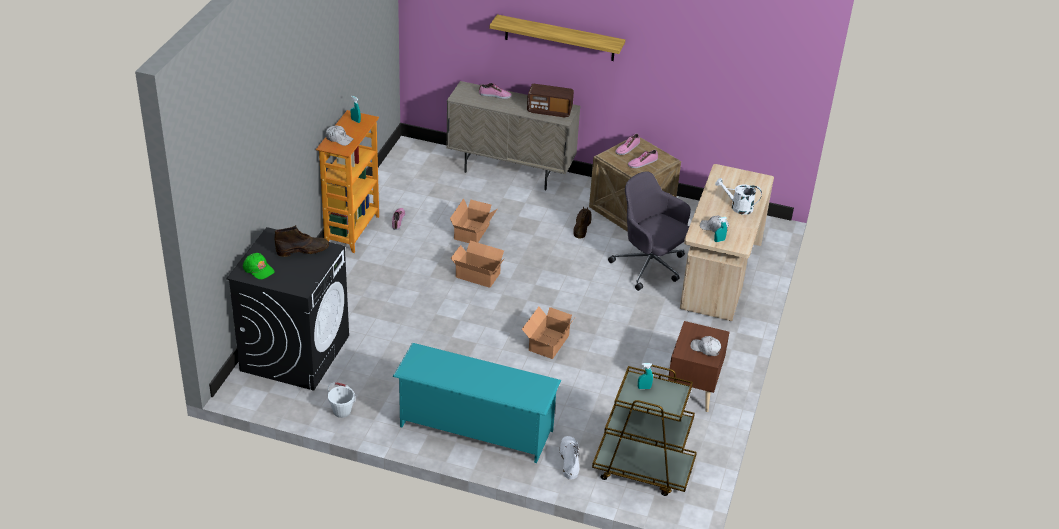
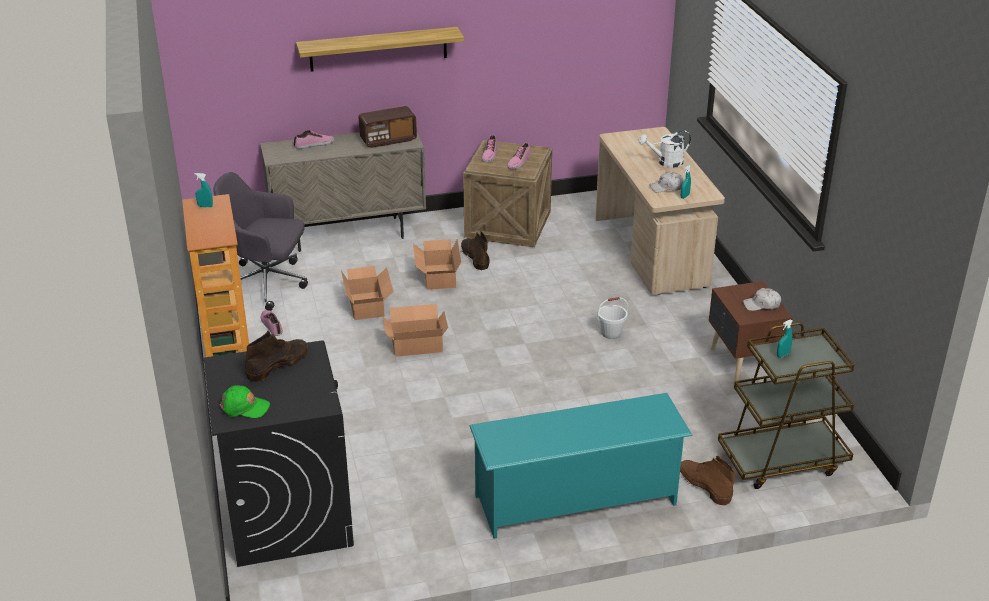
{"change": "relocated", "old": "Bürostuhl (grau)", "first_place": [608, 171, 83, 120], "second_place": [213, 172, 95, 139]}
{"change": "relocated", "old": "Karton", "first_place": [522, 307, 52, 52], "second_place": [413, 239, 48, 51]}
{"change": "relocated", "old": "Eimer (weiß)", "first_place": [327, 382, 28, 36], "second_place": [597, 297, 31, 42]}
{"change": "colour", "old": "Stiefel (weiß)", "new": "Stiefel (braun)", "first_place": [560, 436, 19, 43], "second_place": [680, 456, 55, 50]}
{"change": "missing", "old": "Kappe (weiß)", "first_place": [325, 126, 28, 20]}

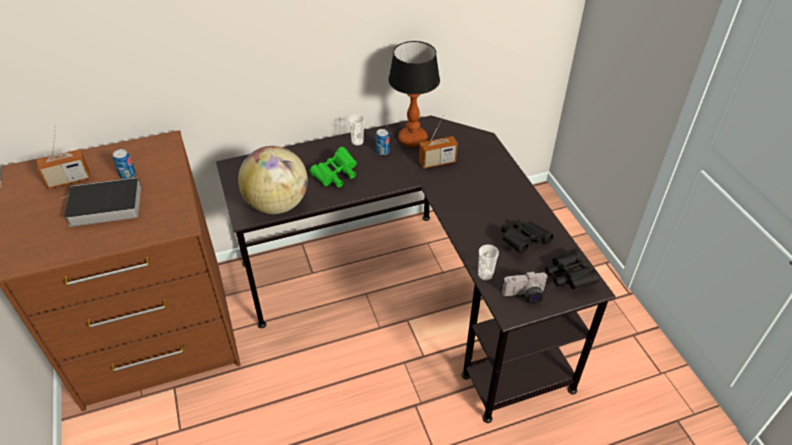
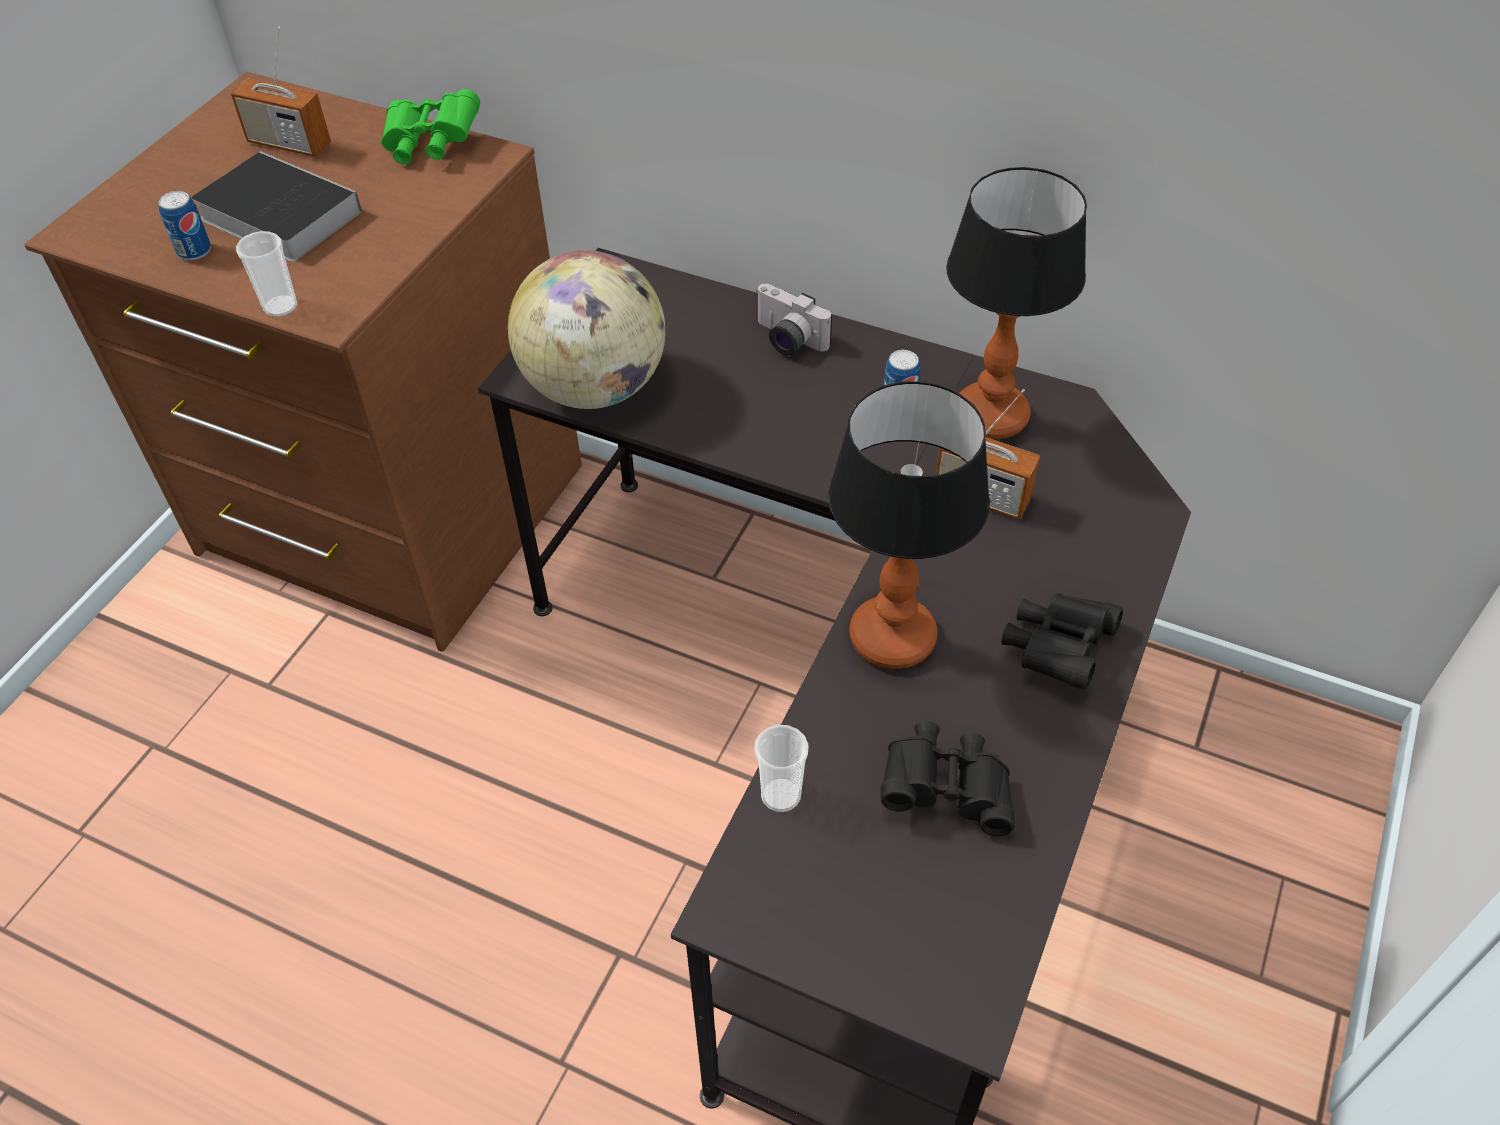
{"change": "relocated", "old": "Dose", "first_place": [113, 149, 23, 30], "second_place": [159, 191, 52, 69]}
{"change": "relocated", "old": "Tasse", "first_place": [348, 114, 17, 32], "second_place": [236, 231, 61, 86]}
{"change": "relocated", "old": "Fernglas (grün)", "first_place": [310, 147, 47, 41], "second_place": [381, 89, 99, 76]}
{"change": "relocated", "old": "Kamera", "first_place": [502, 271, 45, 33], "second_place": [757, 284, 75, 71]}
{"change": "appeared", "new": "Tischlampe", "second_place": [828, 381, 162, 288]}
{"change": "relocated", "old": "Fernglas (schwarz)", "first_place": [545, 249, 55, 40], "second_place": [1001, 593, 122, 97]}

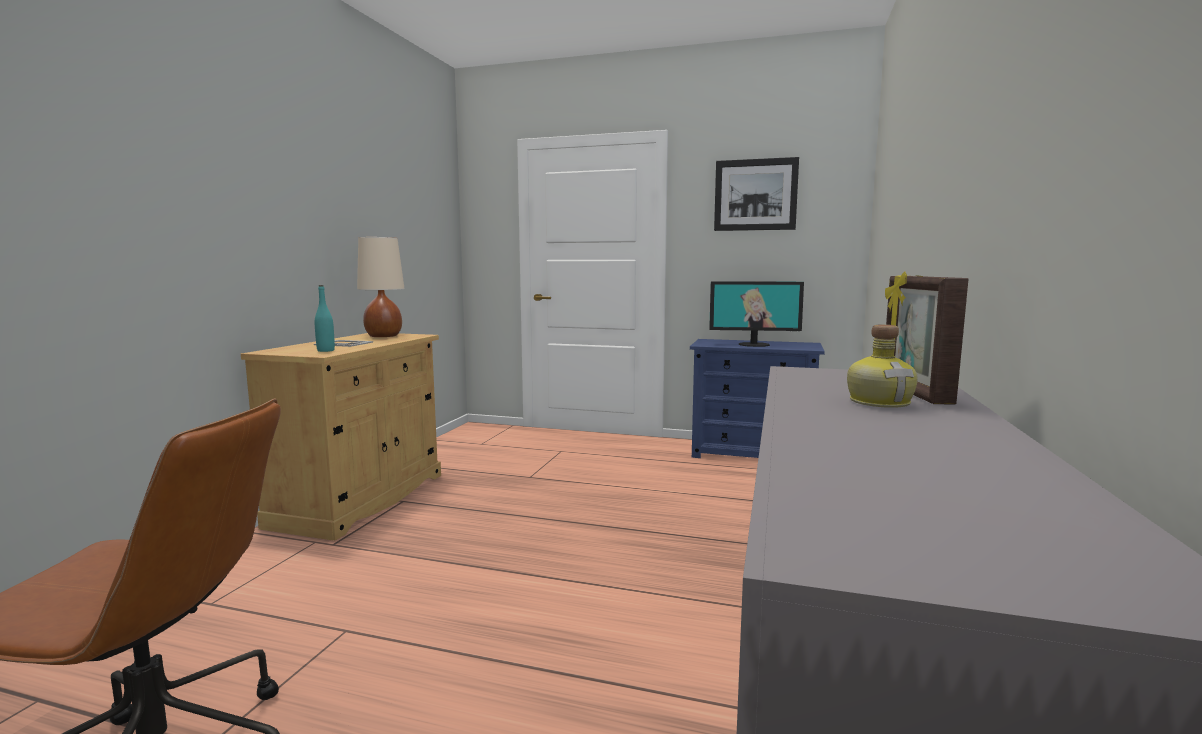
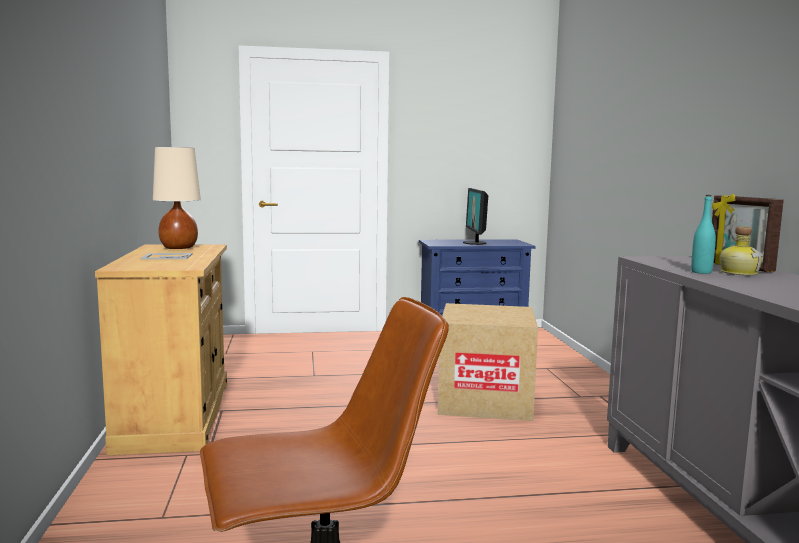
{"change": "appeared", "new": "Karton", "second_place": [438, 303, 100, 118]}
{"change": "spun", "old": "Monitor", "first_place": [709, 281, 95, 66], "second_place": [463, 188, 25, 57], "degrees": 105}
{"change": "relocated", "old": "Flasche (türkis)", "first_place": [315, 285, 20, 67], "second_place": [691, 195, 25, 79]}
{"change": "missing", "old": "Bild", "first_place": [714, 157, 85, 74]}

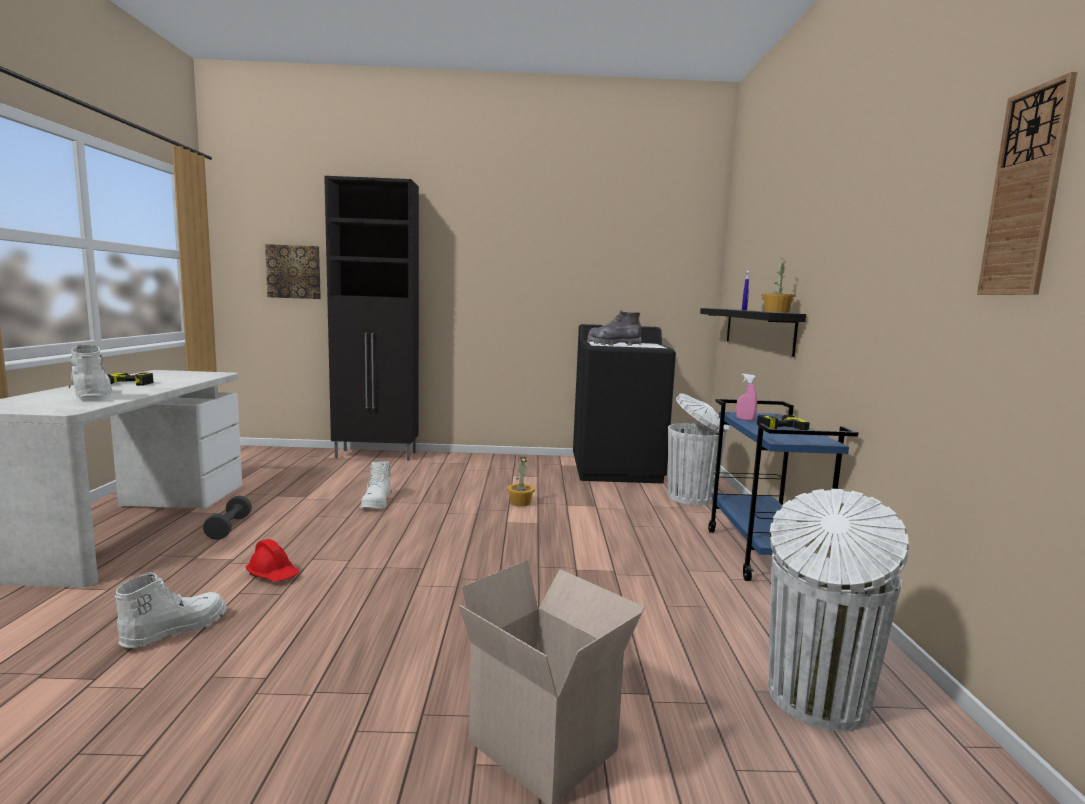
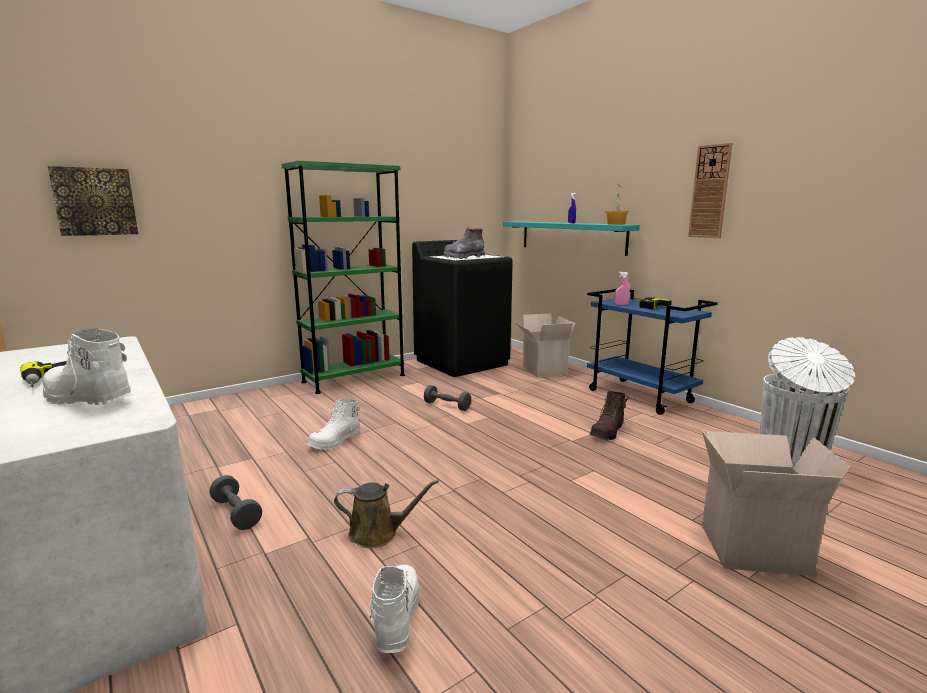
{"change": "appeared", "new": "Bücherregal (grün)", "second_place": [281, 161, 124, 233]}
{"change": "spun", "old": "Stiefel (weiß)", "first_place": [360, 461, 32, 48], "second_place": [307, 399, 53, 51], "degrees": 75}
{"change": "exchanged", "old": "Schutzhelm (rot)", "new": "Gießkanne (braun)", "first_place": [246, 539, 54, 43], "second_place": [334, 479, 105, 69]}
{"change": "exchanged", "old": "Topfpflanze", "new": "Hantel (grau)", "first_place": [507, 457, 28, 50], "second_place": [424, 385, 47, 26]}
{"change": "colour", "old": "Wandregal (schwarz)", "new": "Wandregal (türkis)", "first_place": [700, 308, 106, 49], "second_place": [503, 221, 137, 35]}
{"change": "exchanged", "old": "Mülleimer (weiß)", "new": "Karton", "first_place": [668, 393, 62, 112], "second_place": [515, 313, 60, 65]}
{"change": "appeared", "new": "Stiefel (braun)", "second_place": [590, 391, 37, 49]}
{"change": "relocated", "old": "Wanduhr", "first_place": [977, 72, 101, 223], "second_place": [688, 143, 44, 95]}
{"change": "missing", "old": "Schrank (schwarz)", "first_place": [324, 176, 95, 285]}

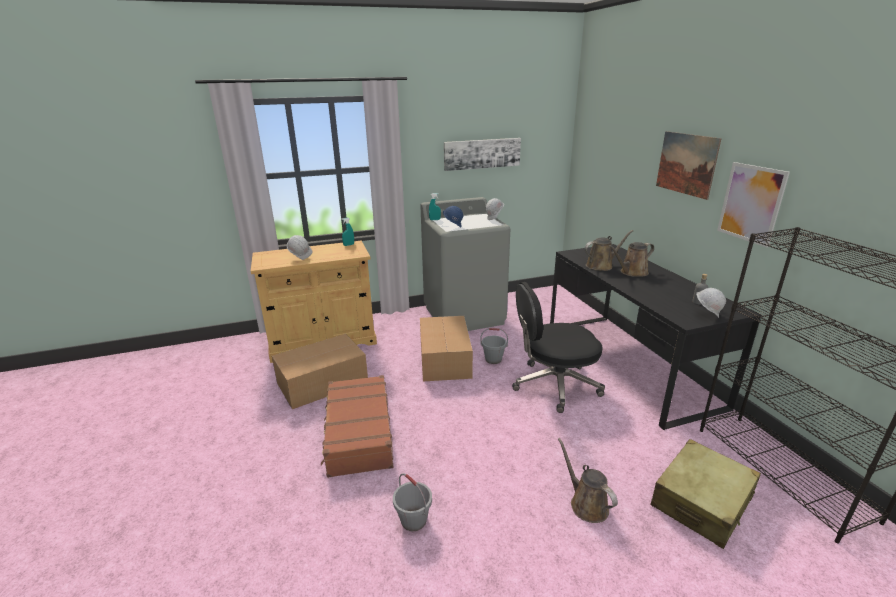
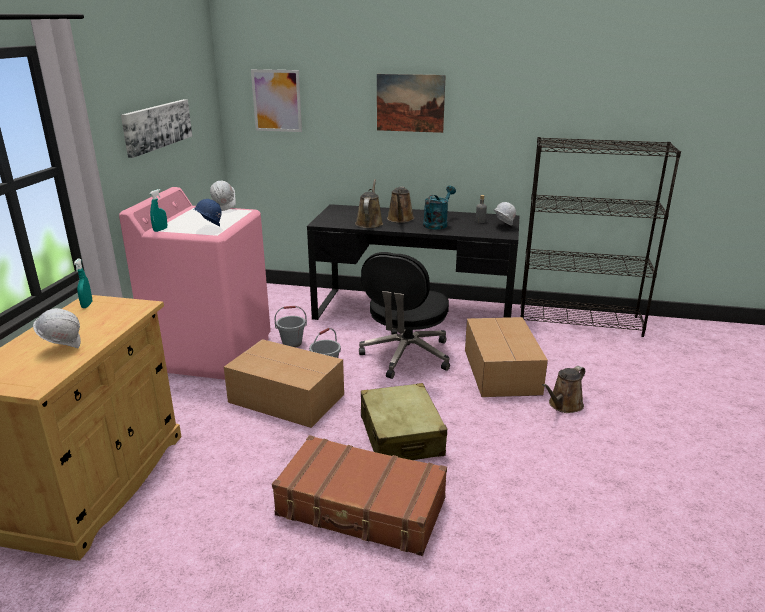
{"change": "colour", "old": "Waschmaschine (grau)", "new": "Waschmaschine (rosa)", "first_place": [420, 197, 90, 134], "second_place": [119, 187, 152, 193]}
{"change": "relocated", "old": "Bild", "first_place": [717, 162, 73, 85], "second_place": [251, 69, 51, 63]}
{"change": "relocated", "old": "Eimer (grau)", "first_place": [393, 473, 39, 58], "second_place": [274, 306, 33, 41]}
{"change": "relocated", "old": "Koffer (beige)", "first_place": [650, 439, 111, 110], "second_place": [361, 383, 87, 77]}
{"change": "appeared", "new": "Gießkanne (türkis)", "second_place": [423, 186, 33, 43]}
{"change": "relocated", "old": "Karton", "first_place": [272, 334, 96, 75], "second_place": [465, 317, 83, 80]}
{"change": "spun", "old": "Gießkanne (braun)", "first_place": [558, 438, 60, 85], "second_place": [542, 366, 43, 47], "degrees": -45}

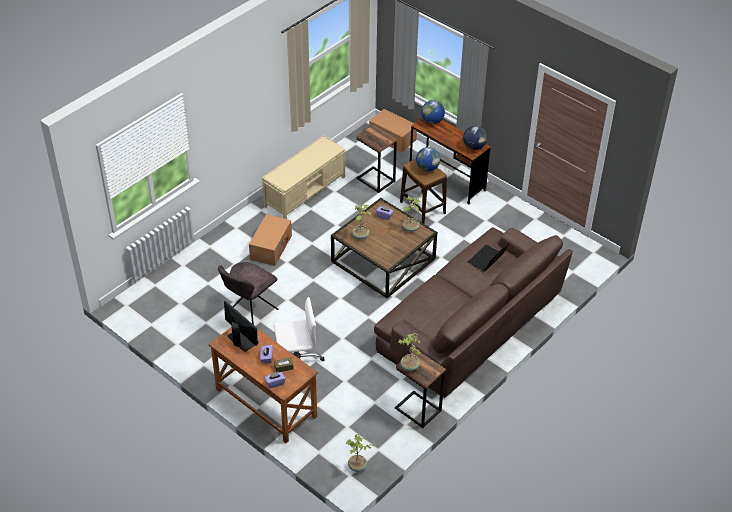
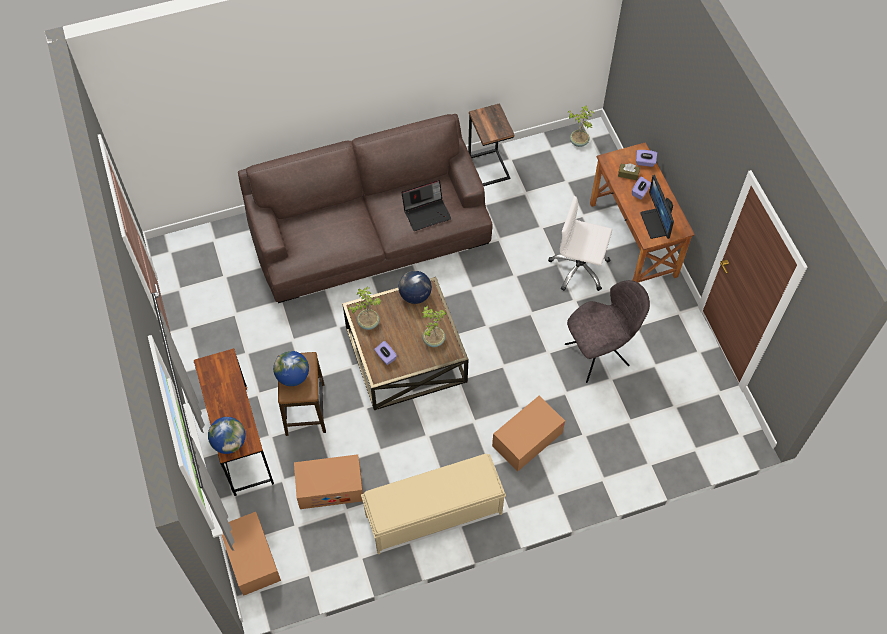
{"change": "exchanged", "old": "Beistelltisch", "new": "Karton", "first_place": [356, 125, 41, 68], "second_place": [294, 454, 69, 55]}
{"change": "relocated", "old": "Globus", "first_place": [463, 126, 24, 24], "second_place": [399, 271, 33, 33]}
{"change": "relocated", "old": "Laptop", "first_place": [468, 242, 41, 29], "second_place": [401, 180, 50, 51]}
{"change": "missing", "old": "Topfpflanze", "first_place": [398, 333, 22, 38]}

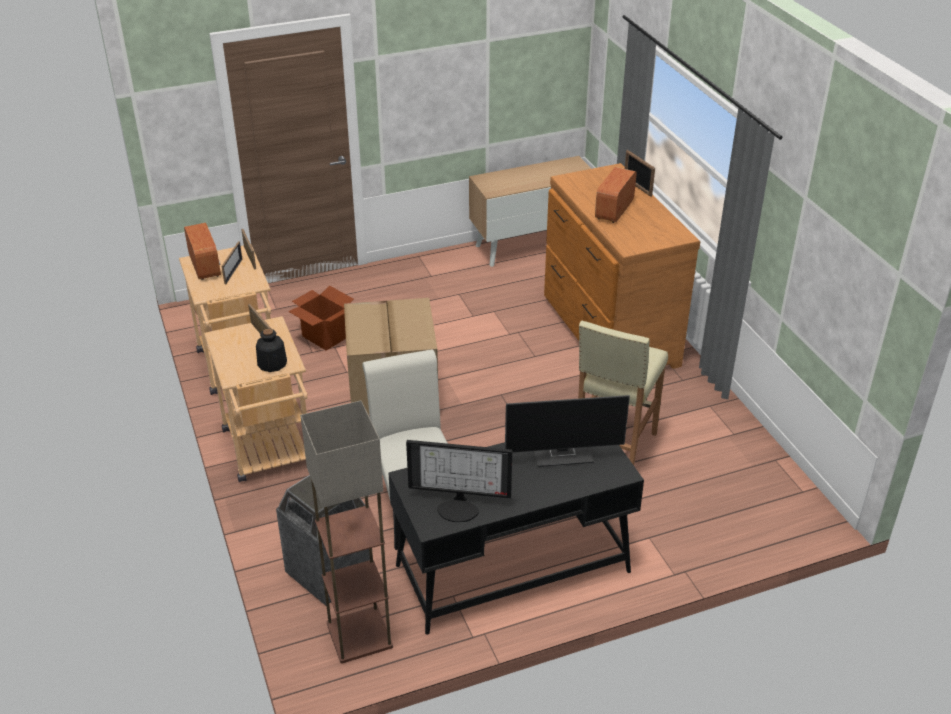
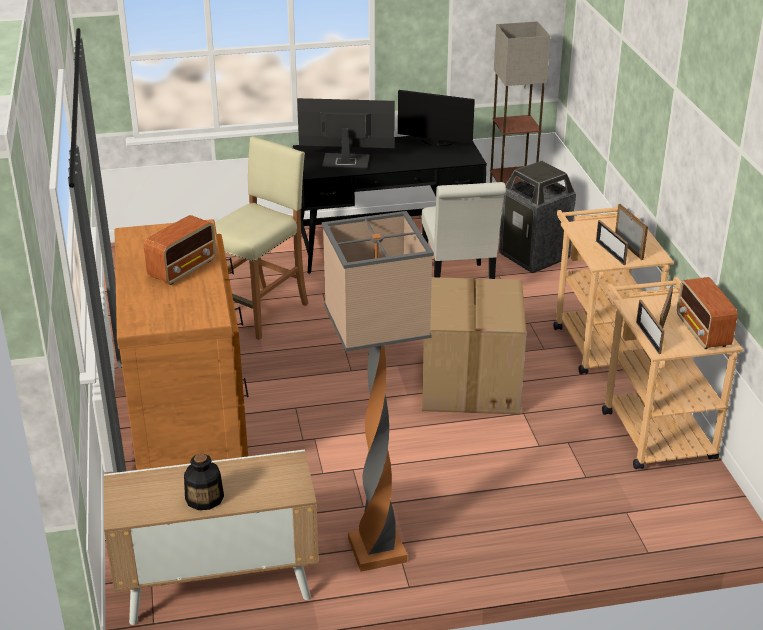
{"change": "relocated", "old": "Flasche", "first_place": [256, 329, 31, 43], "second_place": [184, 454, 40, 56]}
{"change": "appeared", "new": "Stehlampe", "second_place": [322, 211, 112, 361]}
{"change": "relocated", "old": "Bilderrahmen", "first_place": [625, 150, 30, 47], "second_place": [615, 204, 33, 56]}
{"change": "missing", "old": "Karton", "first_place": [288, 286, 66, 64]}

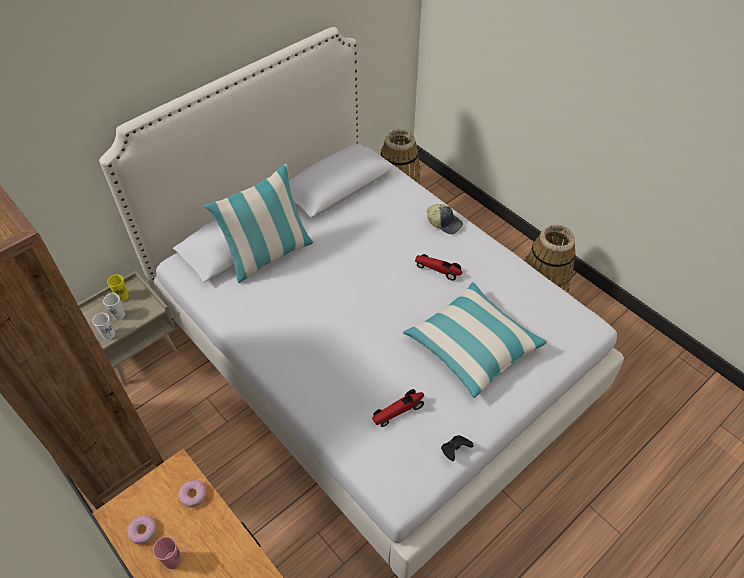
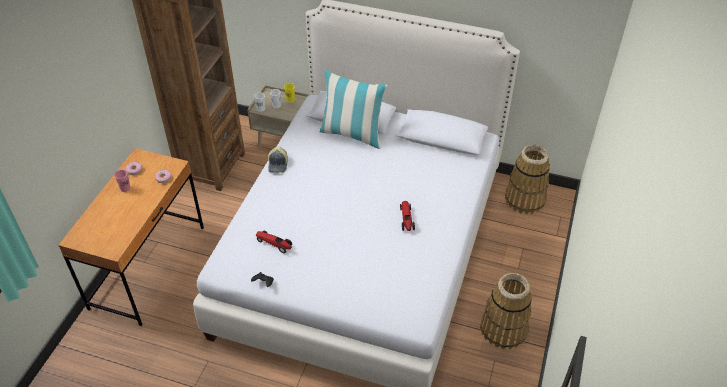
{"change": "relocated", "old": "Kappe", "first_place": [427, 204, 36, 30], "second_place": [268, 147, 20, 26]}
{"change": "missing", "old": "Kissen", "first_place": [403, 282, 145, 116]}

